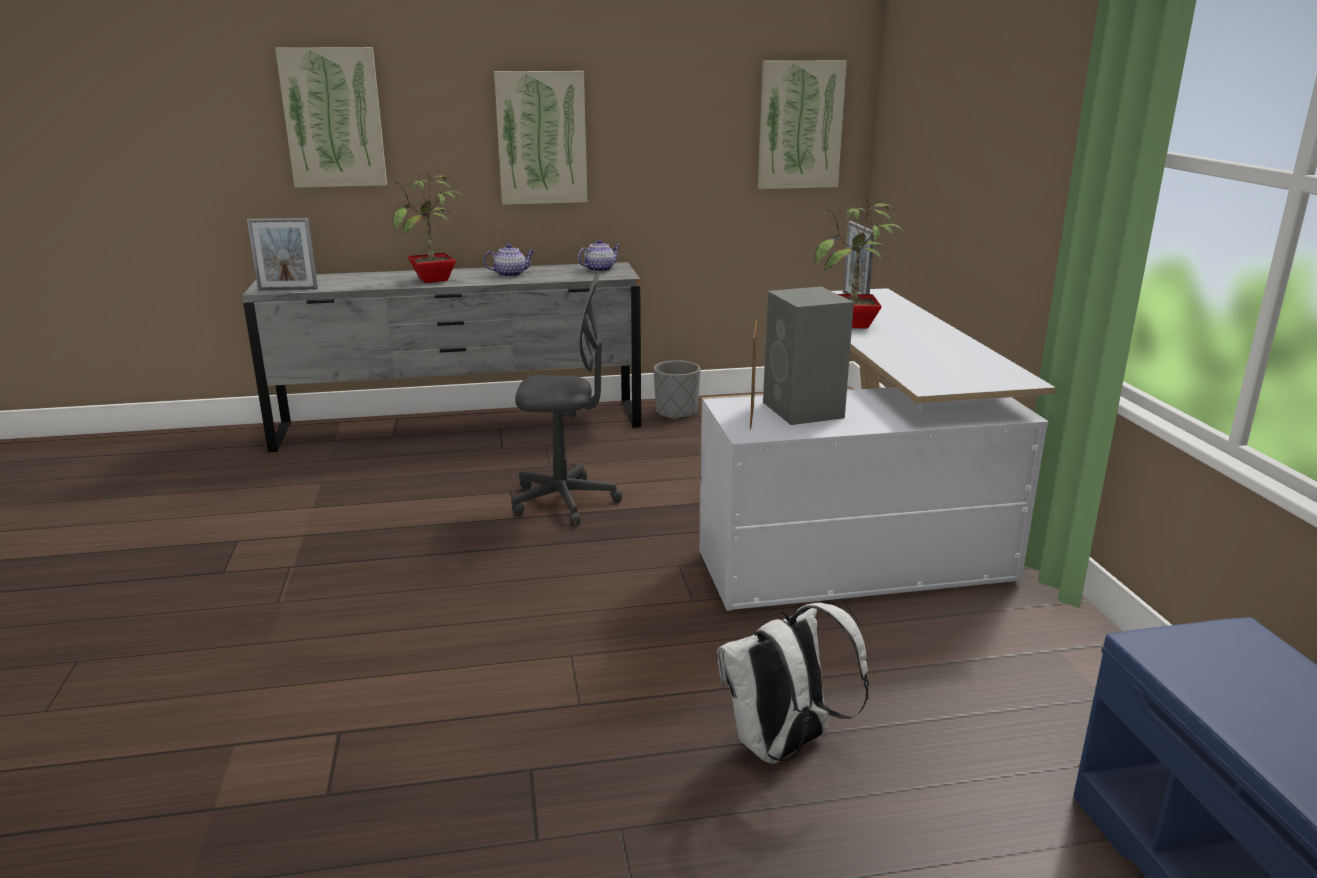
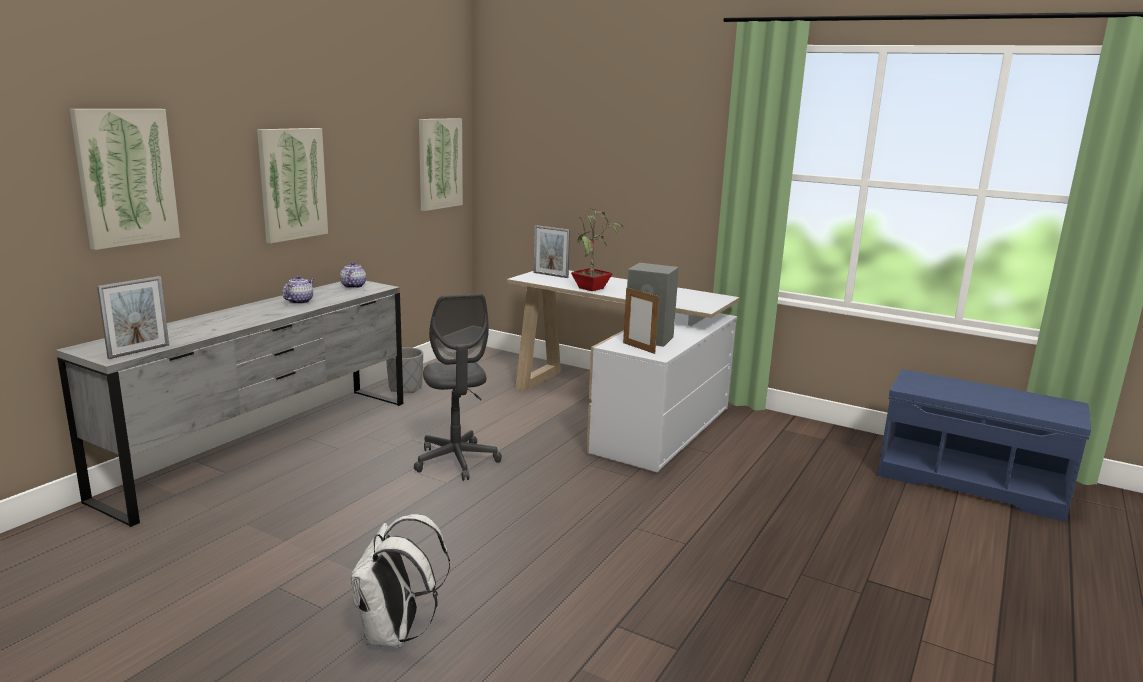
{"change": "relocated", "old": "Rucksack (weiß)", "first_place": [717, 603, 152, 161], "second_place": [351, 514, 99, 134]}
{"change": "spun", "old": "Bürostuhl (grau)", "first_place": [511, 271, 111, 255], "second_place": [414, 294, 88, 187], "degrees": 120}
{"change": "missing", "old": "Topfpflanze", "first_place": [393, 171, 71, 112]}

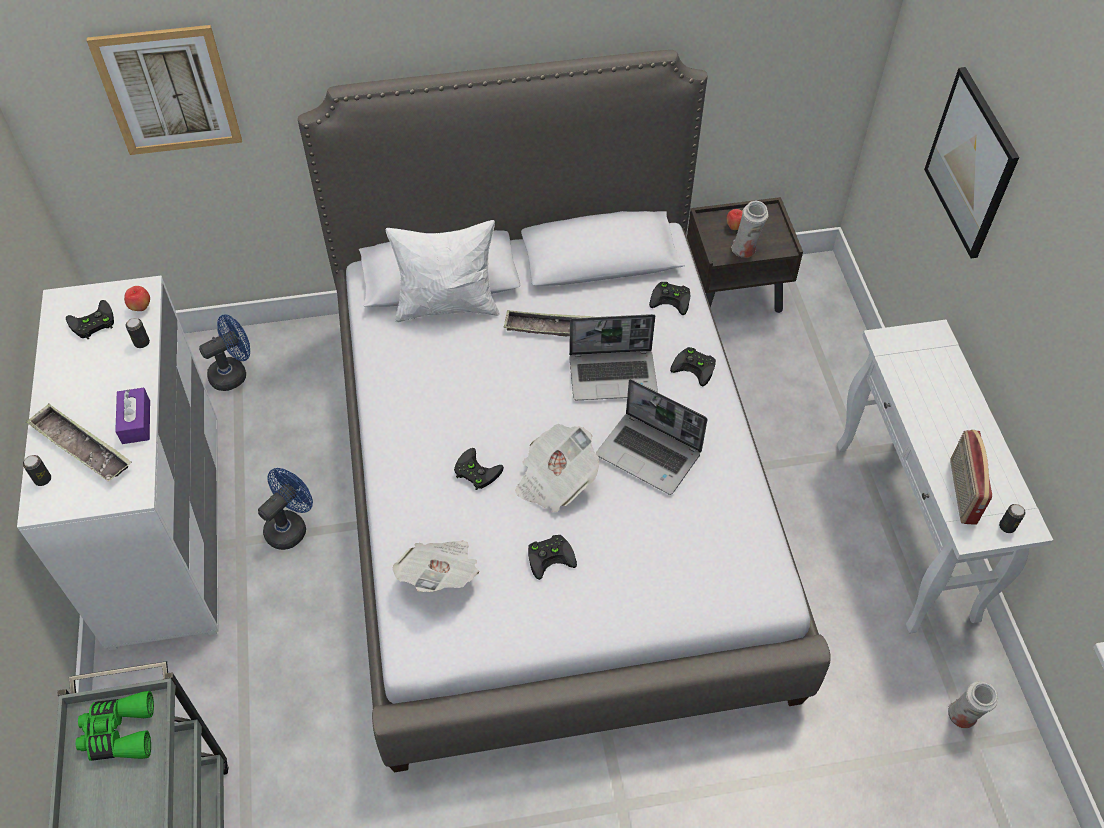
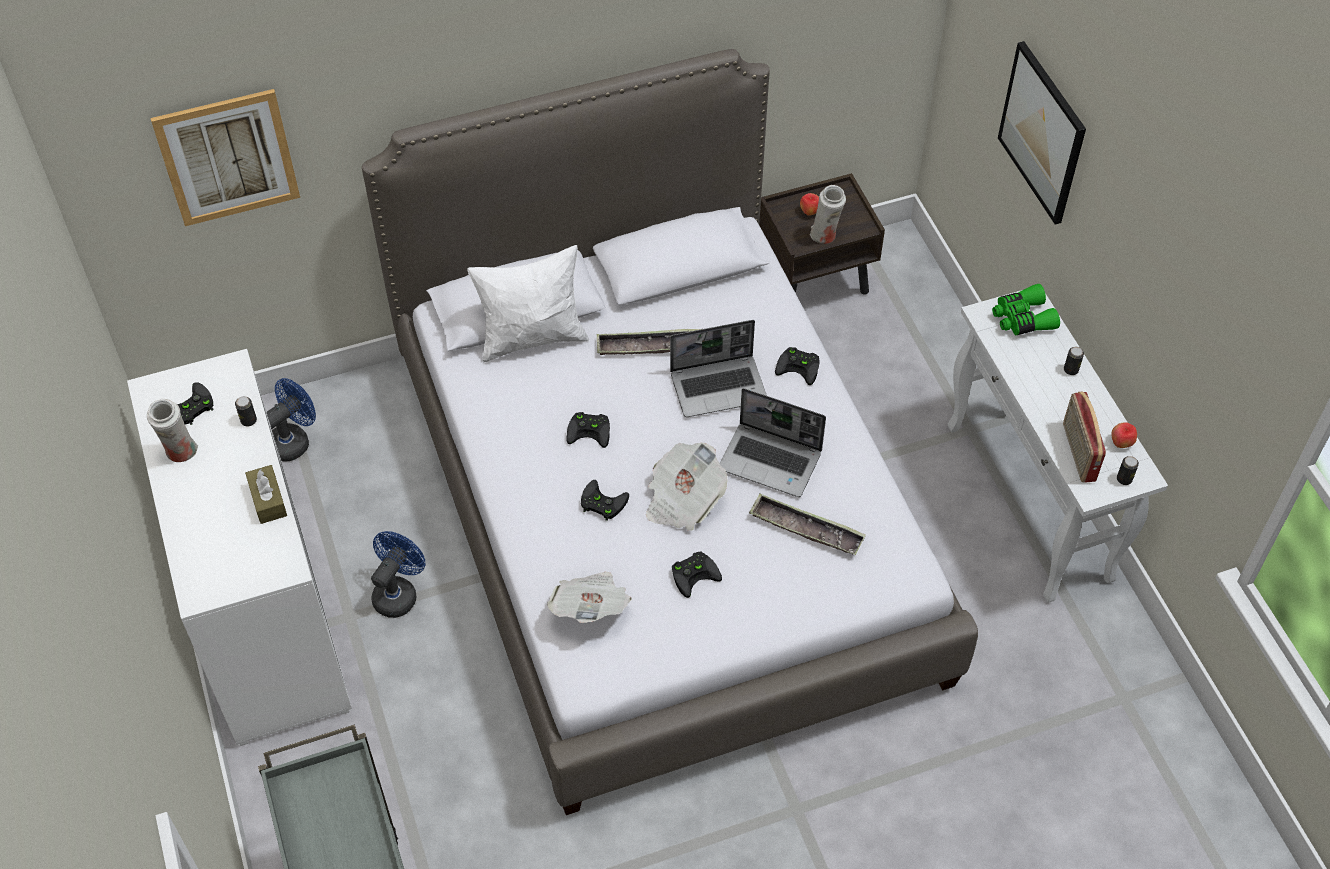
{"change": "relocated", "old": "Vase (weiß)", "first_place": [948, 681, 50, 47], "second_place": [147, 399, 51, 63]}
{"change": "colour", "old": "Taschentuchbox (lila)", "new": "Taschentuchbox (braun)", "first_place": [115, 388, 35, 56], "second_place": [245, 465, 42, 59]}
{"change": "relocated", "old": "Gamepad (schwarz)", "first_place": [649, 282, 41, 33], "second_place": [566, 412, 44, 36]}
{"change": "relocated", "old": "Tablett", "first_place": [26, 403, 106, 78], "second_place": [749, 494, 117, 61]}
{"change": "relocated", "old": "Fernglas (grün)", "first_place": [76, 691, 78, 70], "second_place": [992, 284, 68, 51]}
{"change": "relocated", "old": "Dose", "first_place": [23, 455, 28, 31], "second_place": [1064, 347, 20, 28]}
{"change": "relocated", "old": "Apfel", "first_place": [124, 286, 26, 25], "second_place": [1112, 422, 25, 26]}

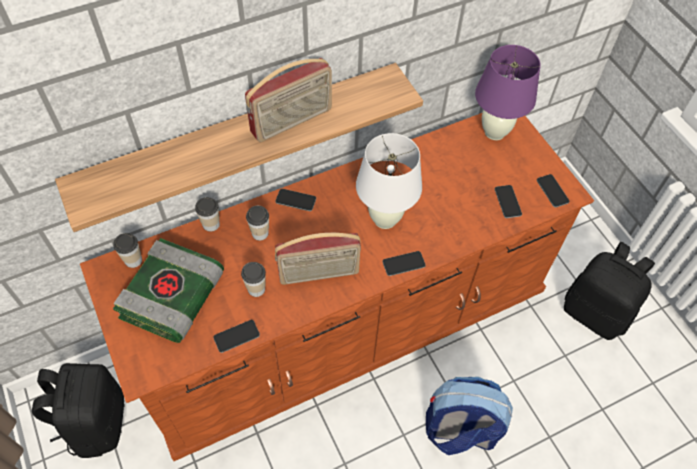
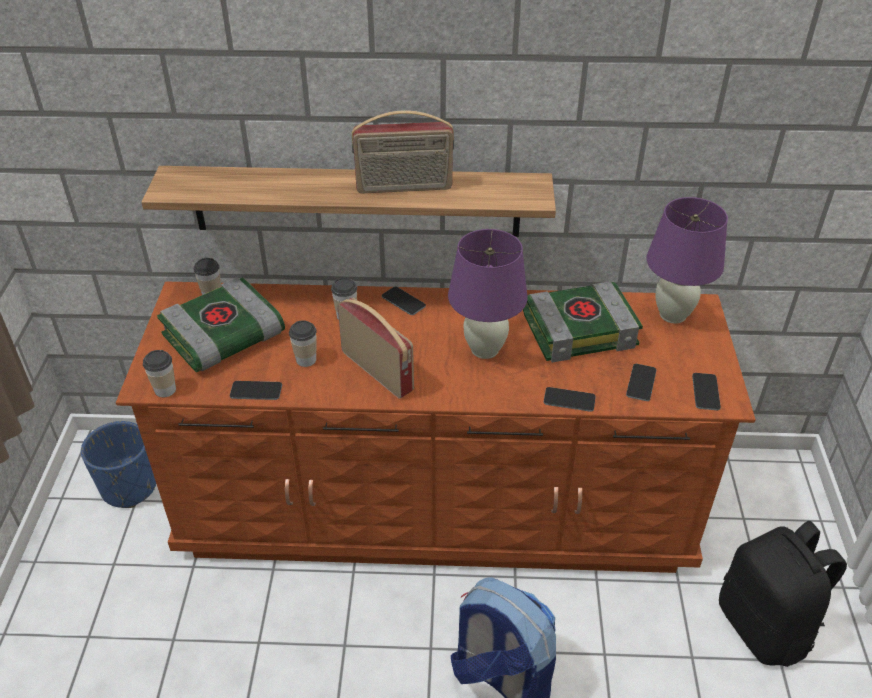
{"change": "exchanged", "old": "Rucksack (schwarz)", "new": "Pflanzkübel (blau)", "first_place": [32, 363, 93, 95], "second_place": [81, 421, 75, 87]}
{"change": "relocated", "old": "Tasse", "first_place": [195, 197, 25, 35], "second_place": [143, 350, 33, 47]}
{"change": "spun", "old": "Radio", "first_place": [275, 233, 86, 52], "second_place": [338, 298, 76, 101], "degrees": -150}
{"change": "colour", "old": "Tischlampe (weiß)", "new": "Tischlampe (lila)", "first_place": [356, 133, 66, 96], "second_place": [448, 229, 79, 130]}
{"change": "appeared", "new": "Buch", "second_place": [523, 282, 120, 81]}
{"change": "relocated", "old": "Handy", "first_place": [383, 251, 43, 25], "second_place": [544, 387, 52, 25]}

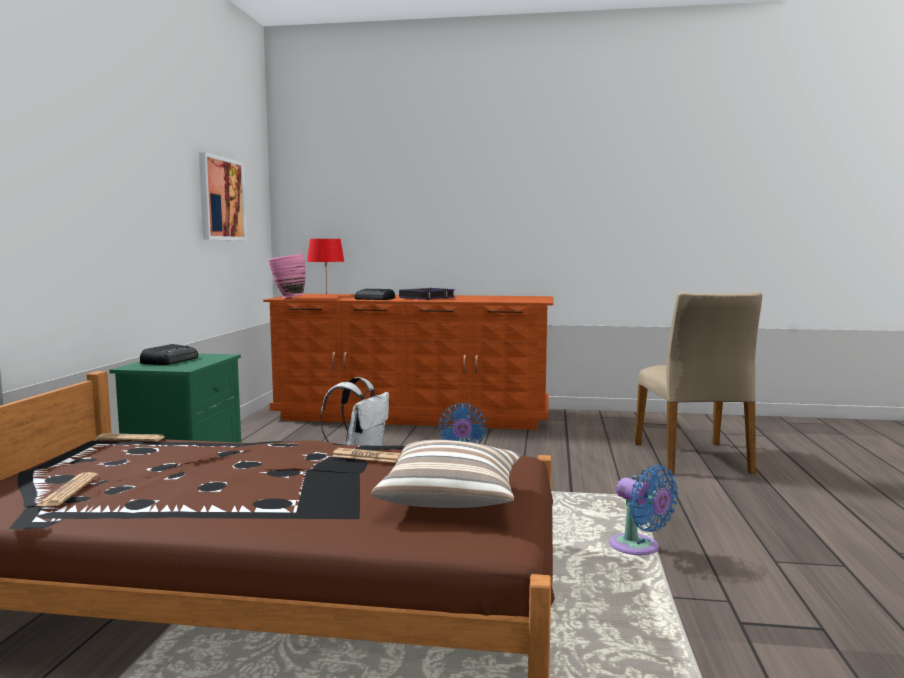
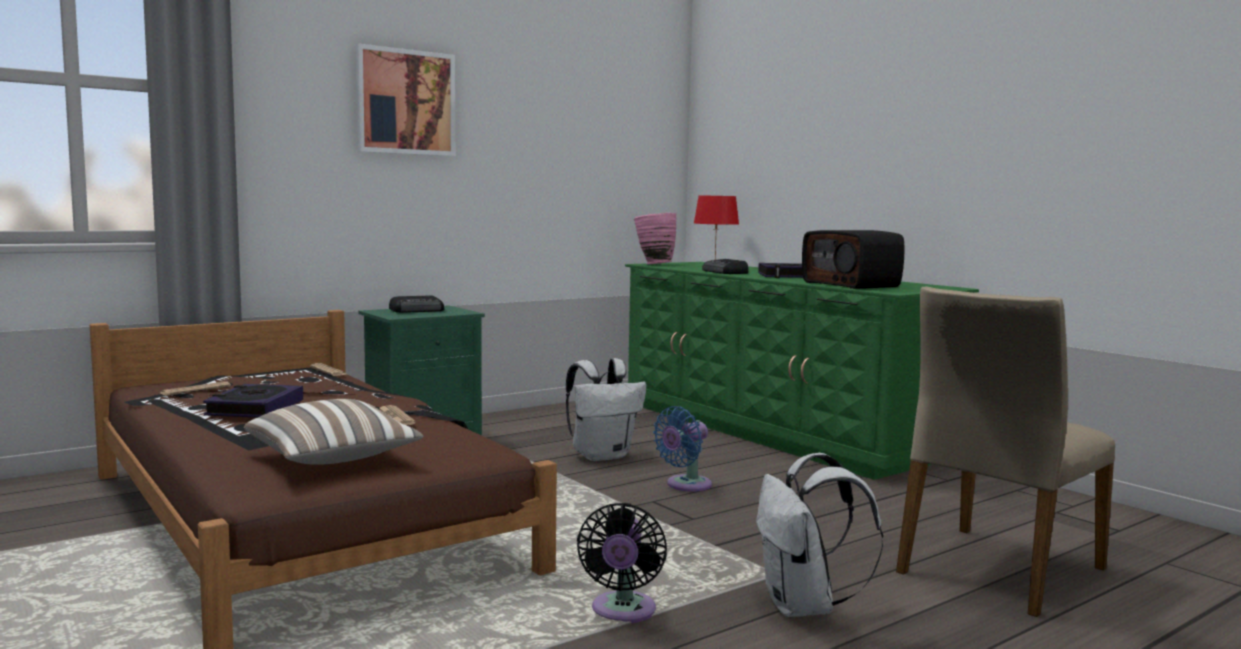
{"change": "appeared", "new": "Buch", "second_place": [203, 384, 100, 34]}
{"change": "relocated", "old": "Bild", "first_place": [199, 152, 48, 88], "second_place": [356, 43, 99, 113]}
{"change": "colour", "old": "Ventilator (blau)", "new": "Ventilator (schwarz)", "first_place": [609, 465, 69, 90], "second_place": [577, 503, 90, 120]}
{"change": "colour", "old": "Kommode (braun)", "new": "Kommode (grün)", "first_place": [263, 294, 291, 136], "second_place": [625, 262, 354, 218]}
{"change": "appeared", "new": "Rucksack (weiß)", "second_place": [756, 453, 127, 164]}
{"change": "appeared", "new": "Radio", "second_place": [802, 230, 102, 59]}

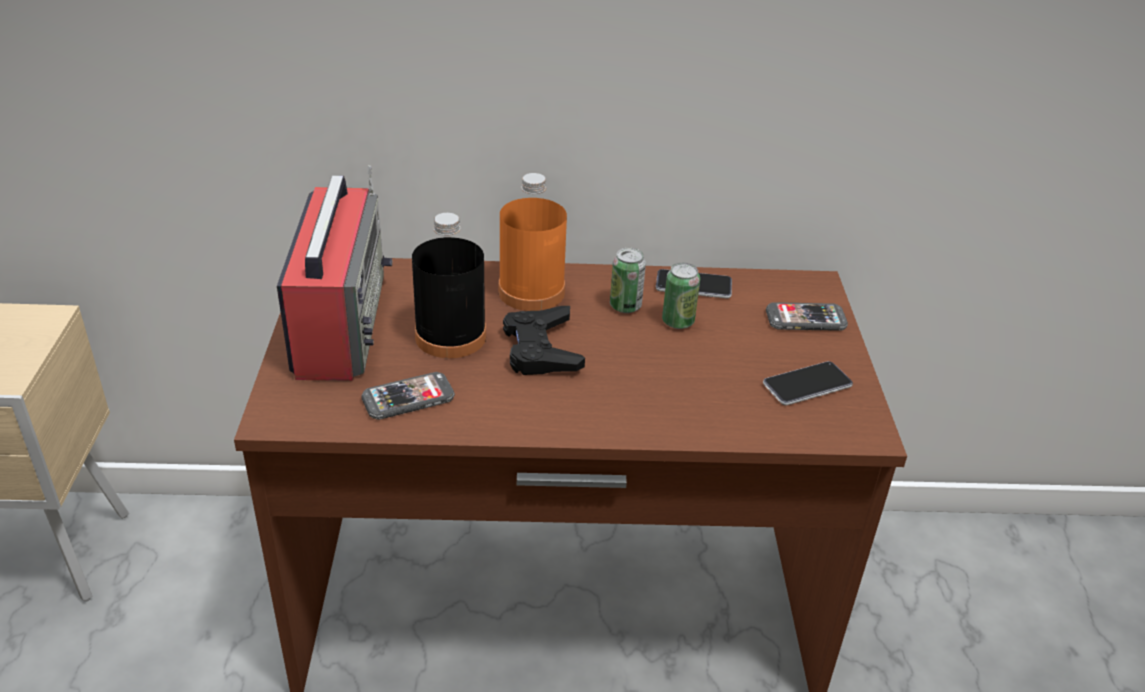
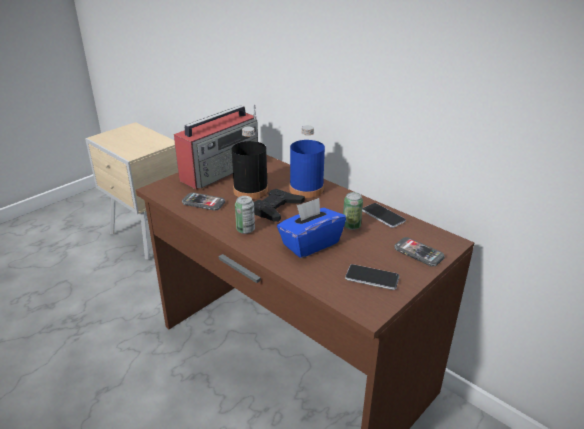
{"change": "relocated", "old": "Dose", "first_place": [610, 248, 36, 65], "second_place": [235, 196, 20, 38]}
{"change": "appeared", "new": "Taschentuchbox (blau)", "second_place": [277, 198, 69, 60]}
{"change": "colour", "old": "Flasche (orange)", "new": "Flasche (blau)", "first_place": [498, 173, 69, 138], "second_place": [289, 125, 36, 73]}

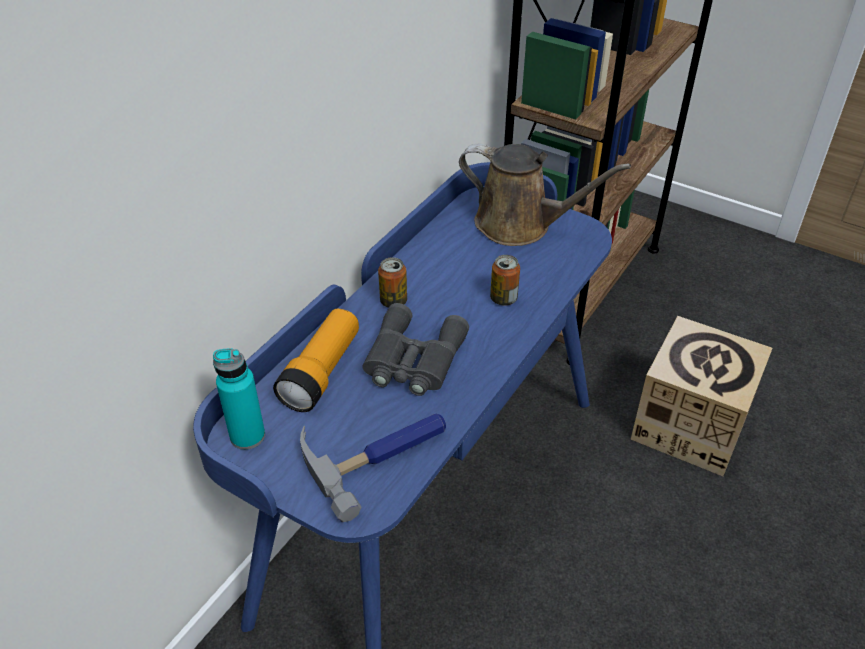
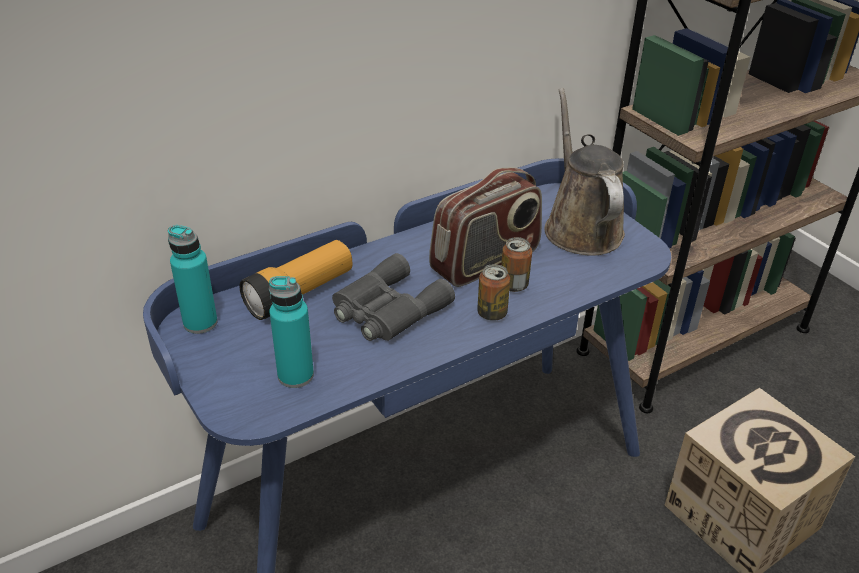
{"change": "exchanged", "old": "Hammer", "new": "Flasche (türkis)", "first_place": [300, 414, 146, 108], "second_place": [269, 276, 45, 112]}
{"change": "appeared", "new": "Radio", "second_place": [429, 168, 113, 119]}
{"change": "relocated", "old": "Dose", "first_place": [378, 257, 29, 51], "second_place": [477, 264, 33, 57]}
{"change": "spun", "old": "Gießkanne (braun)", "first_place": [459, 144, 172, 102], "second_place": [545, 88, 80, 168], "degrees": -150}

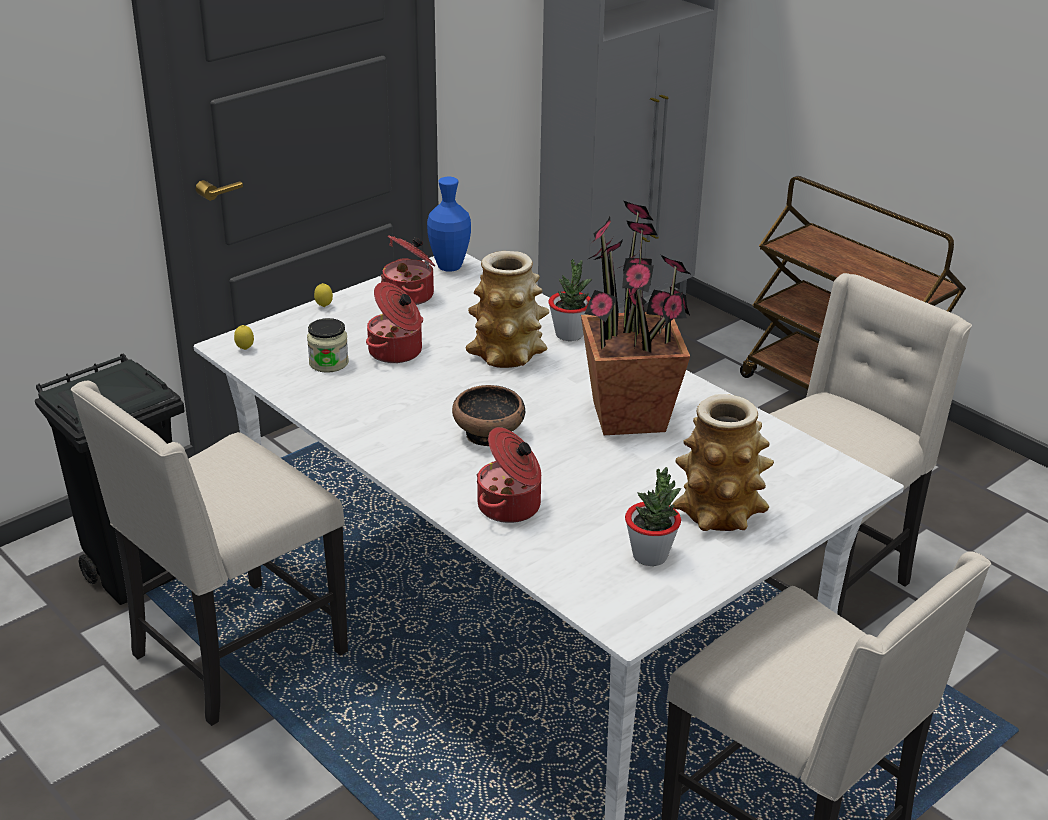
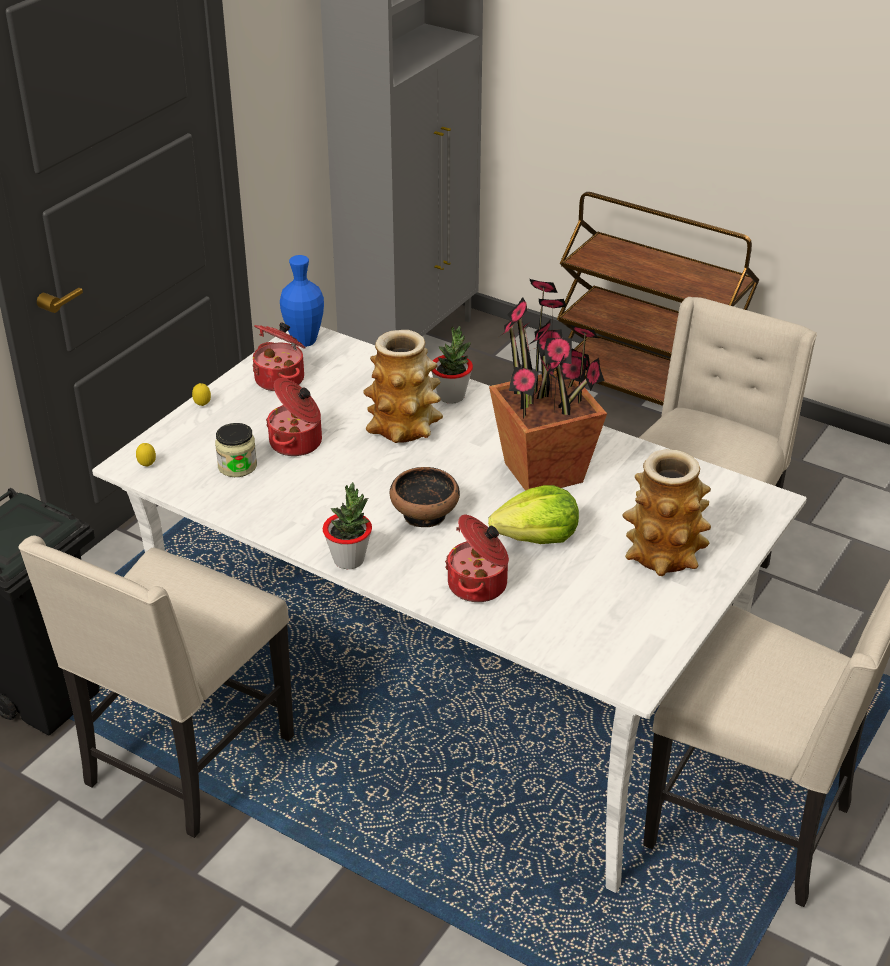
{"change": "relocated", "old": "Topfpflanze", "first_place": [625, 467, 57, 99], "second_place": [323, 482, 49, 87]}
{"change": "appeared", "new": "Salatkopf", "second_place": [488, 485, 91, 59]}

